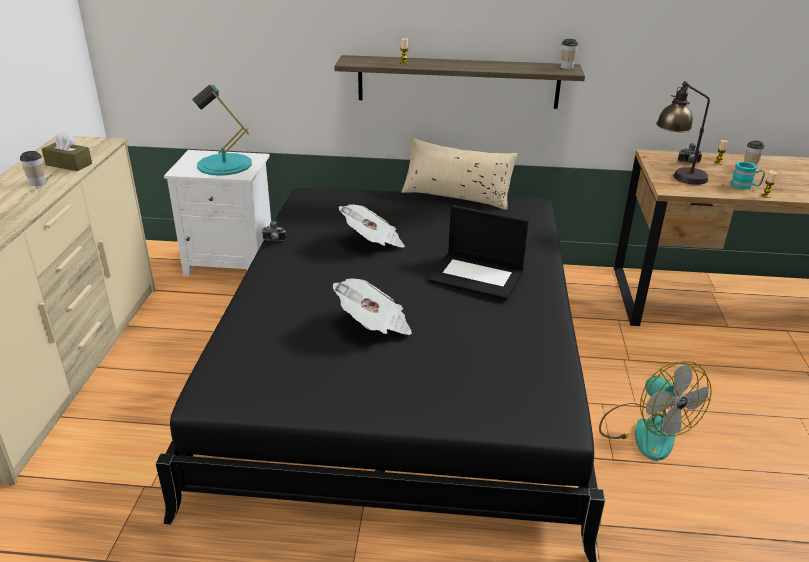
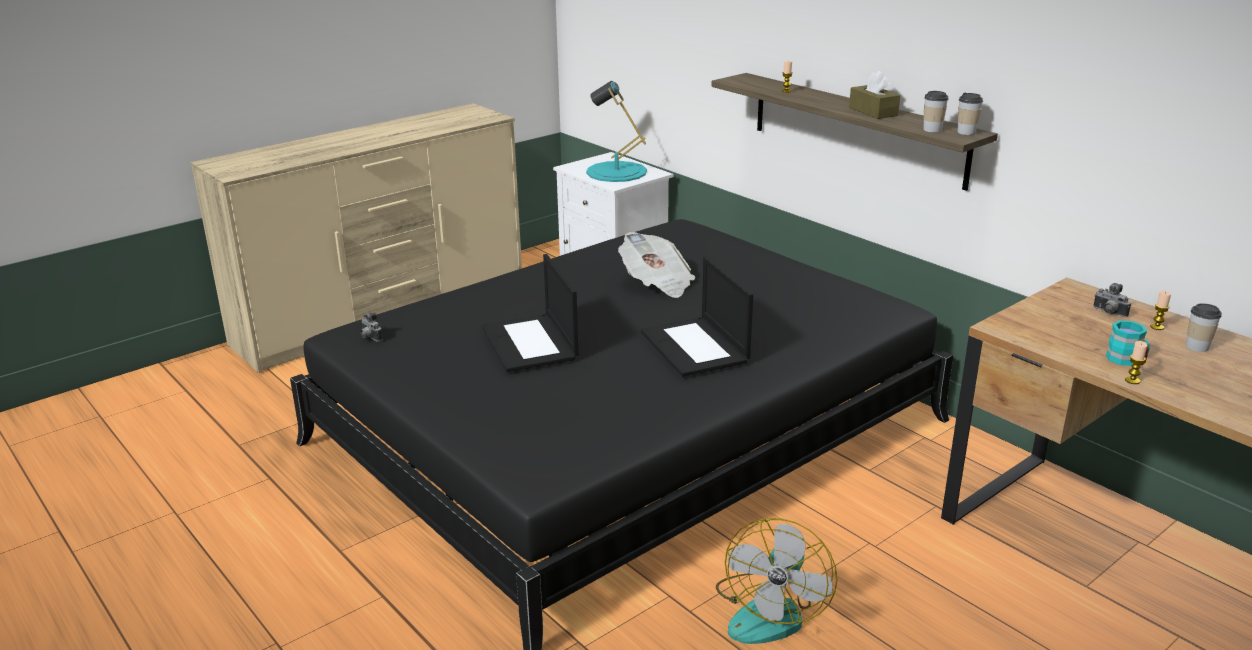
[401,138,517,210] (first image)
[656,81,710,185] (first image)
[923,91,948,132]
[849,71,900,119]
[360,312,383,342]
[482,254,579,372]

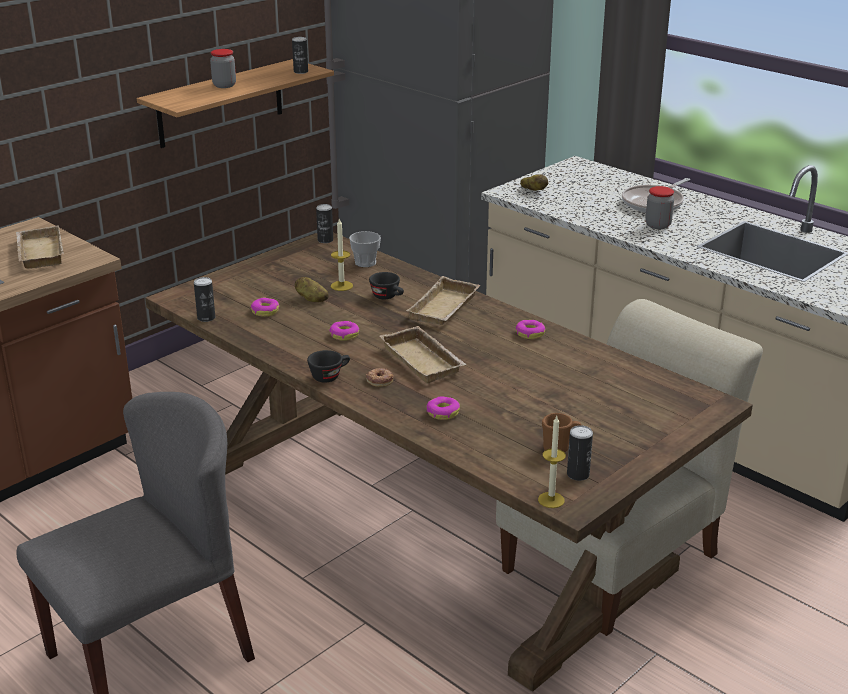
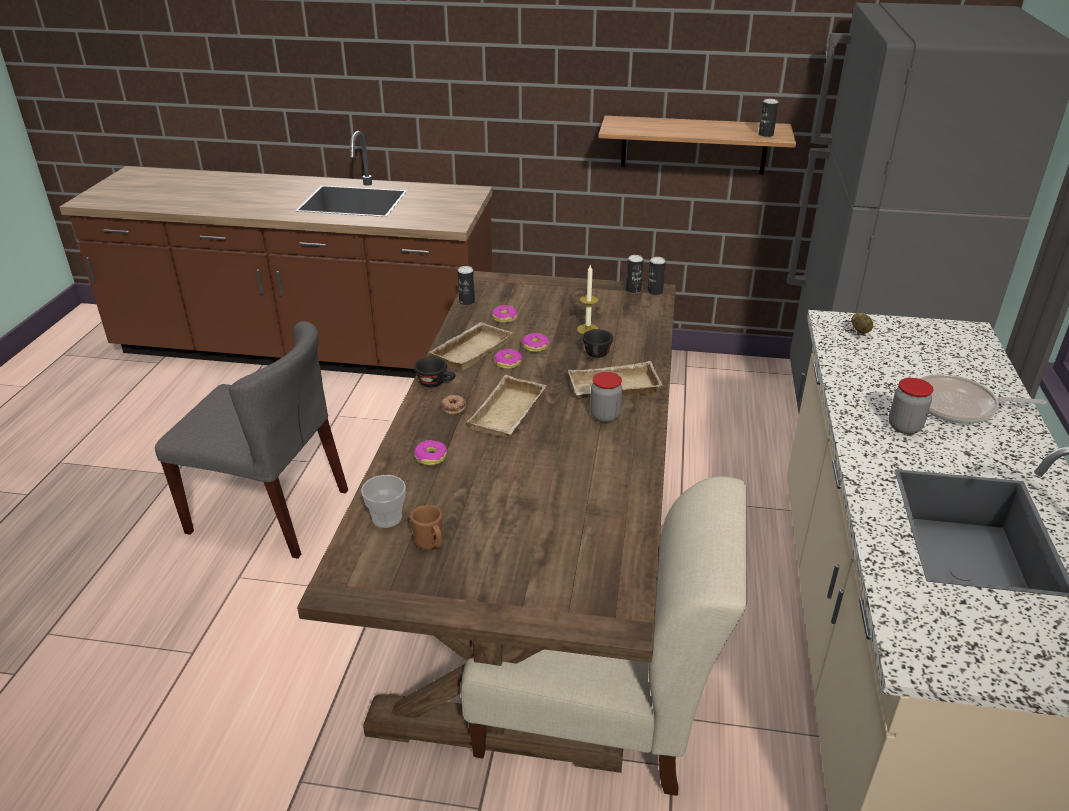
[295,277,329,302] (first image)
[538,416,566,508] (first image)
[430,322,513,371]
[590,372,622,422]
[361,475,406,528]
[522,333,549,352]
[626,255,643,293]

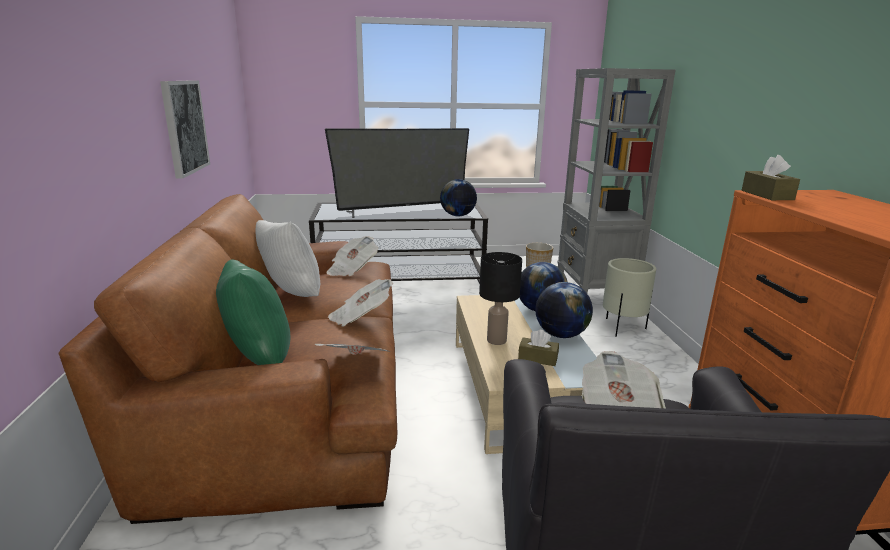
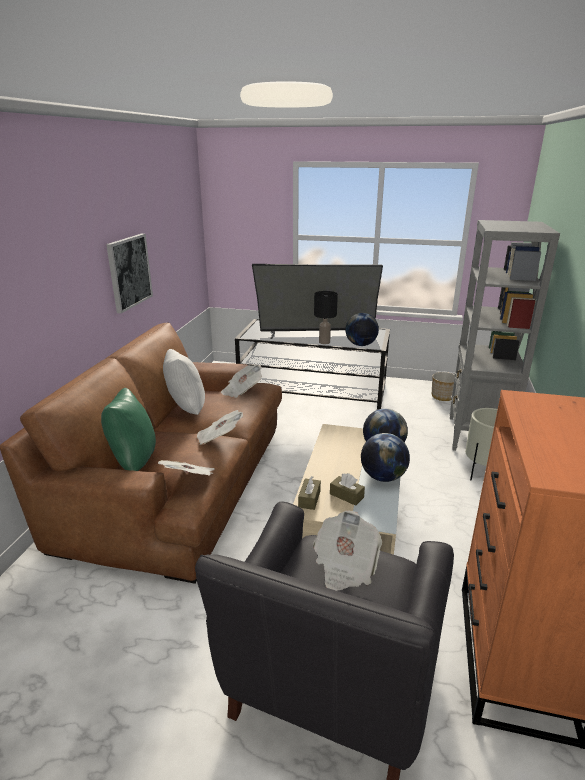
[314,291,338,344]
[298,476,321,510]

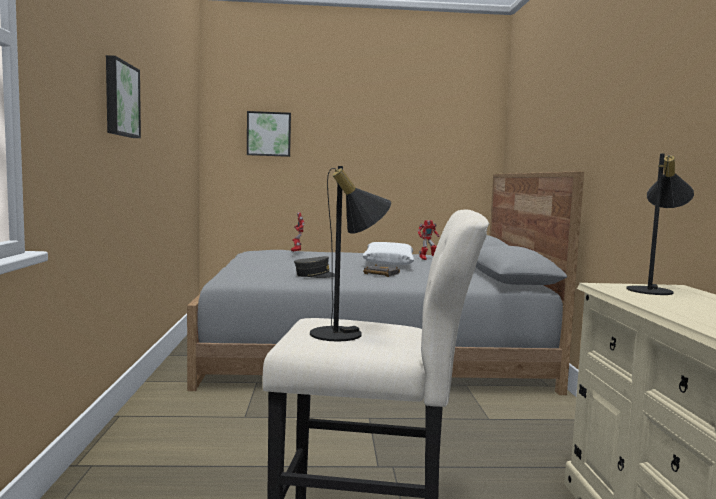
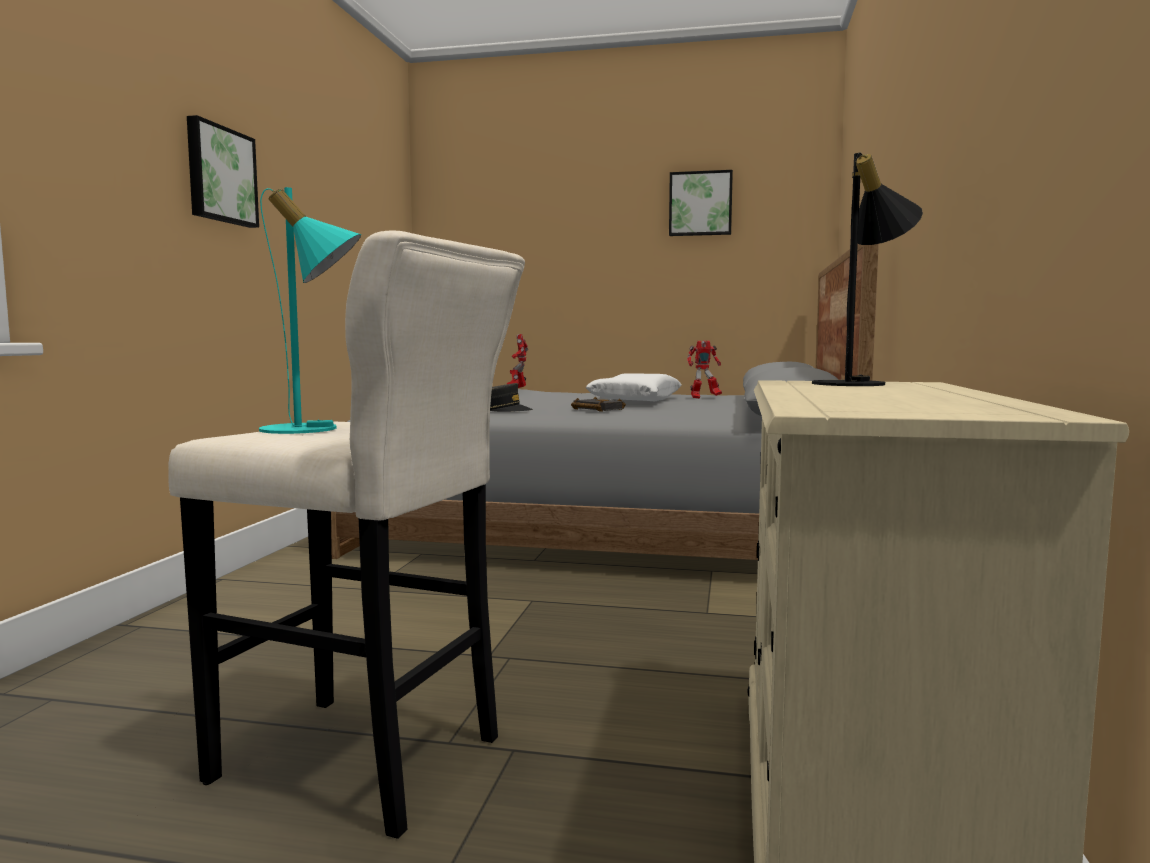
[669,170,733,236]
[259,187,361,434]

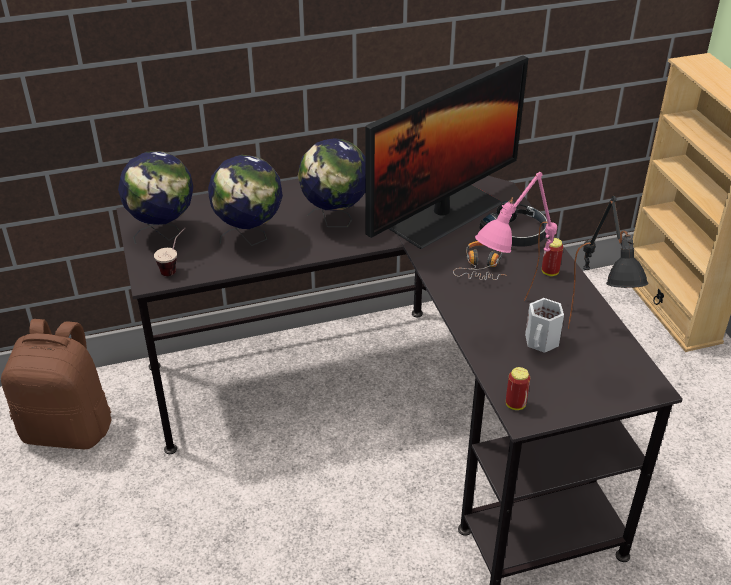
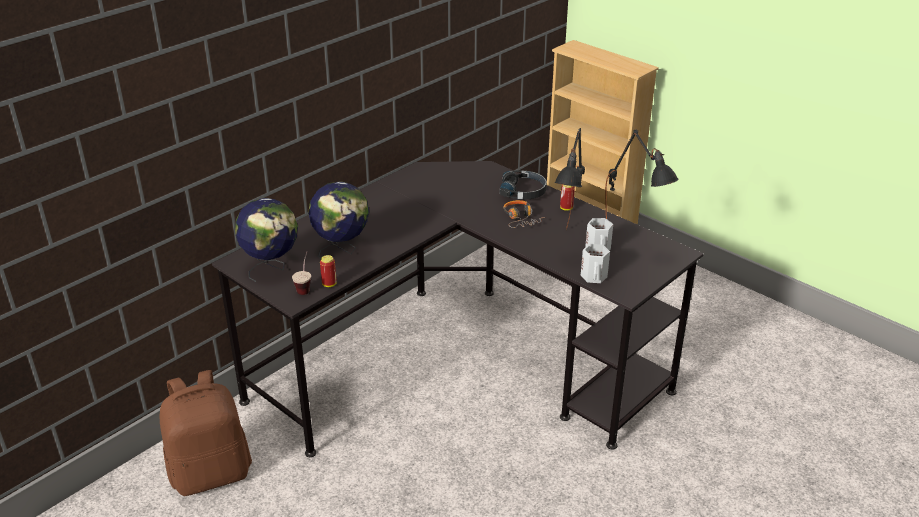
[298,138,365,227] (first image)
[365,55,528,249] (first image)
[581,244,610,283]
[320,255,337,287]
[554,128,585,230]

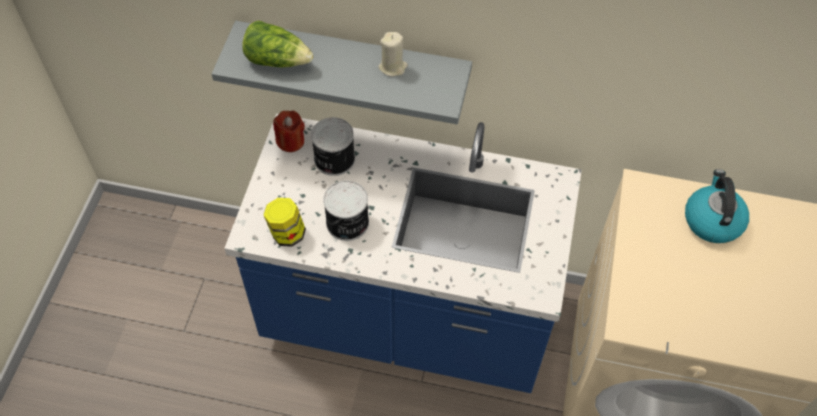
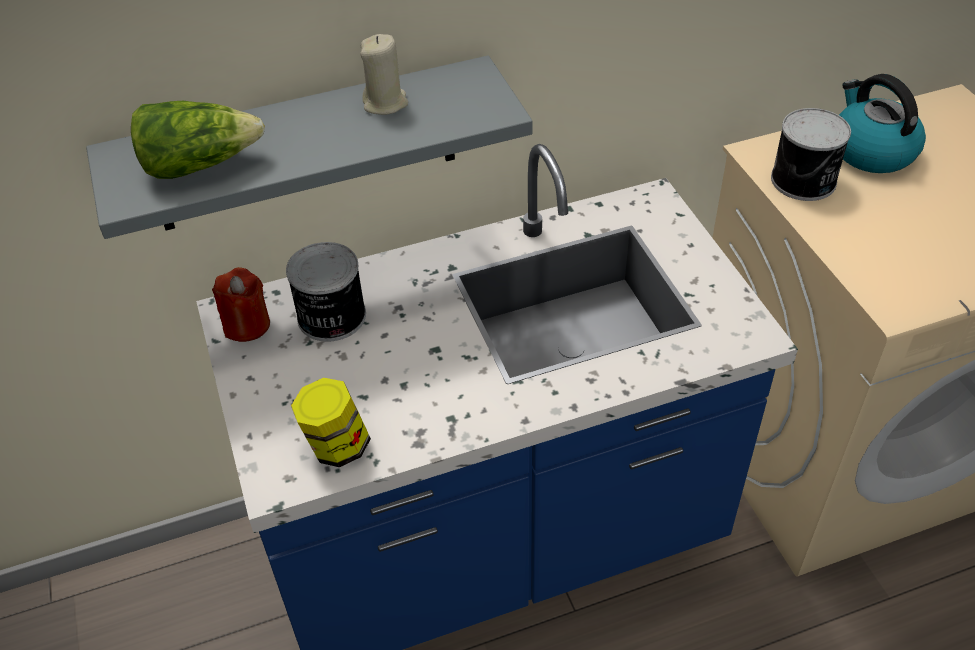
[771,108,851,201]

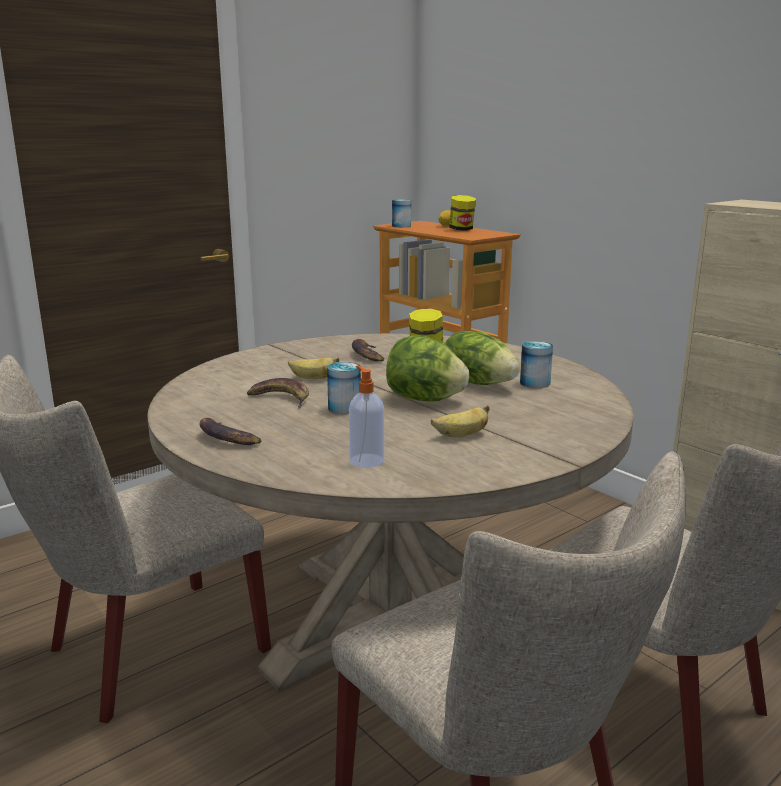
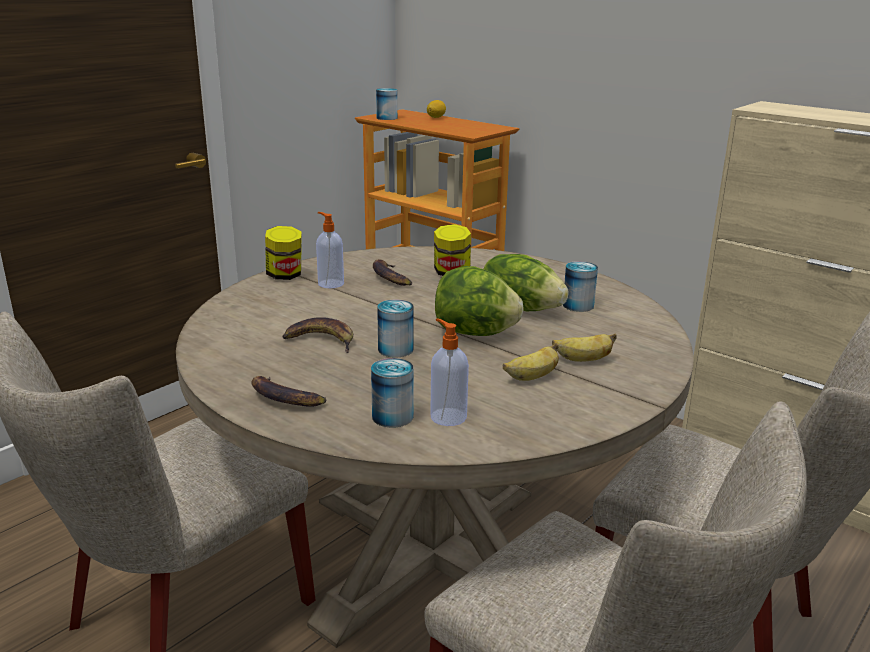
[316,212,344,288]
[371,358,414,428]
[552,333,617,362]
[265,226,302,280]

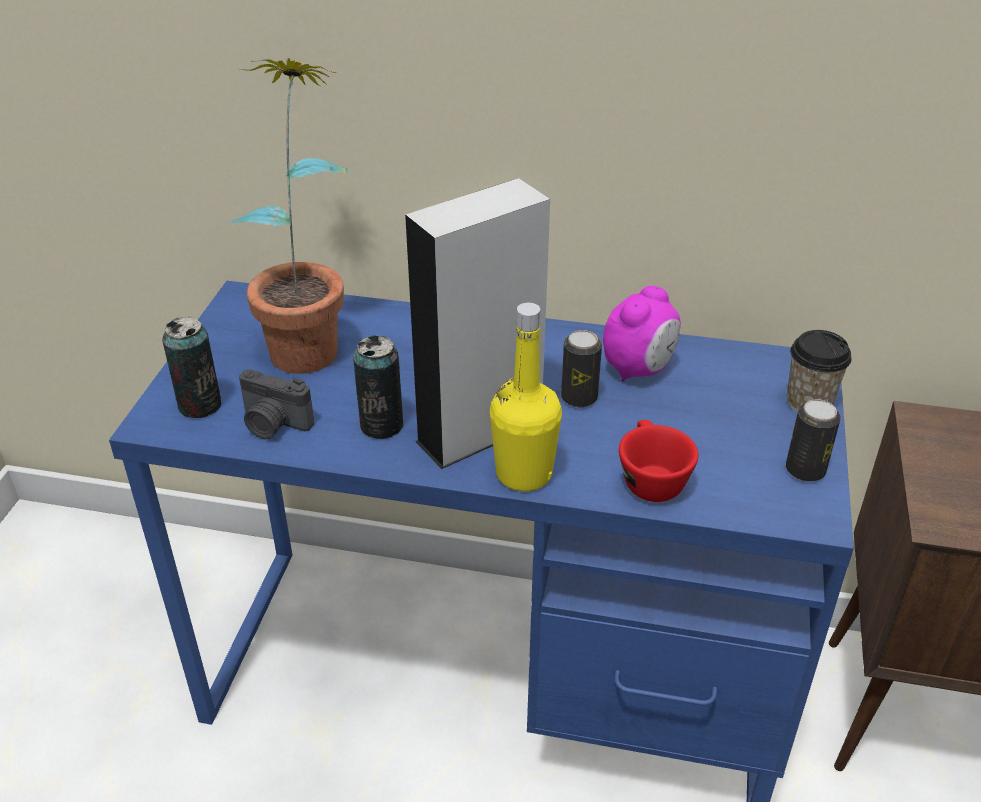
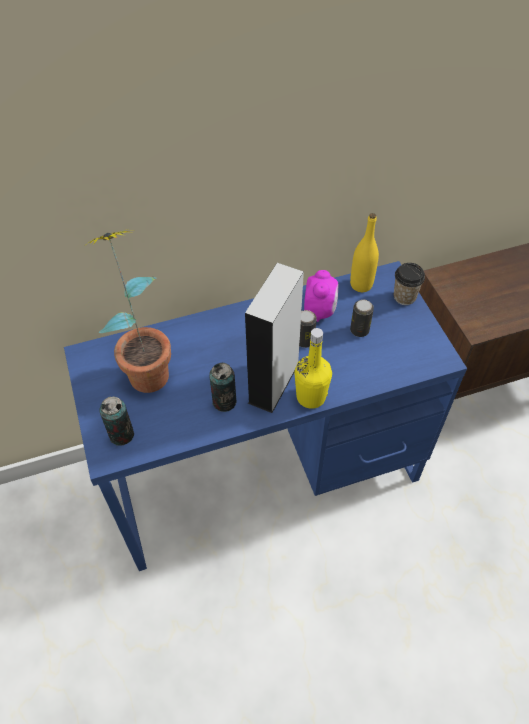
[239,369,314,439] (first image)
[619,420,698,502] (first image)
[350,213,379,292]
[350,300,374,337]

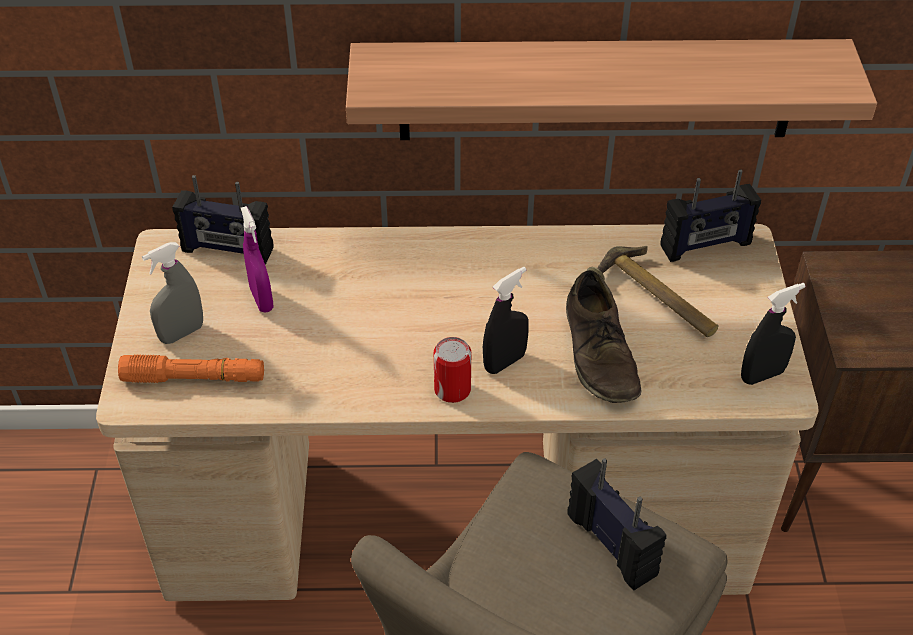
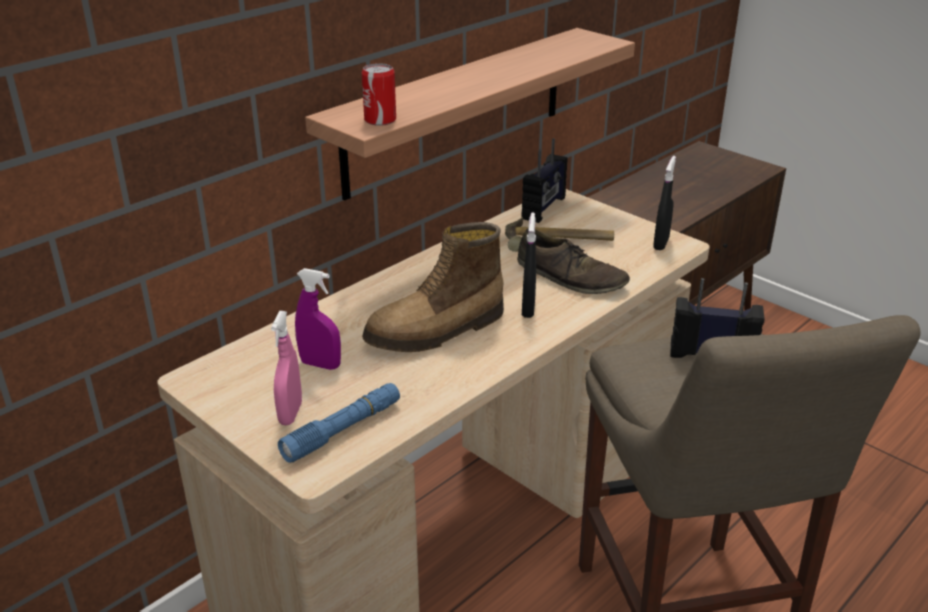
[172,175,274,264] (first image)
[362,222,504,352]
[362,63,396,126]
[278,383,400,463]
[271,311,302,425]

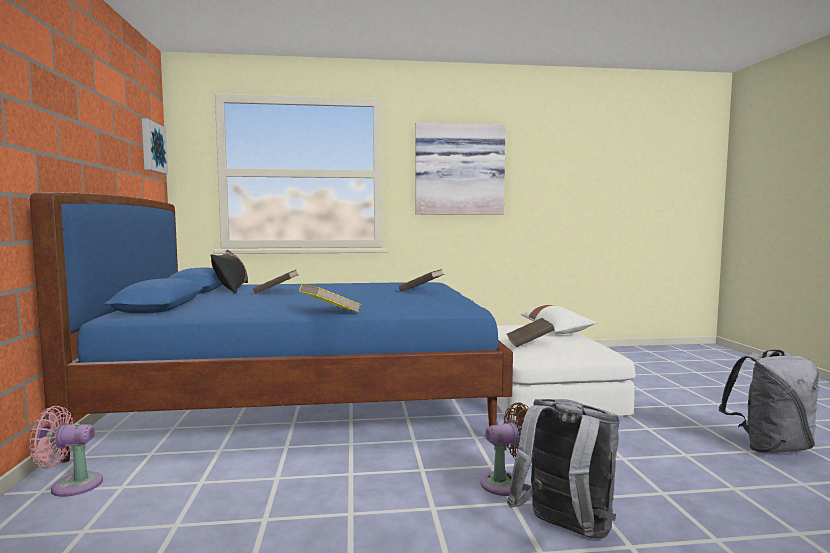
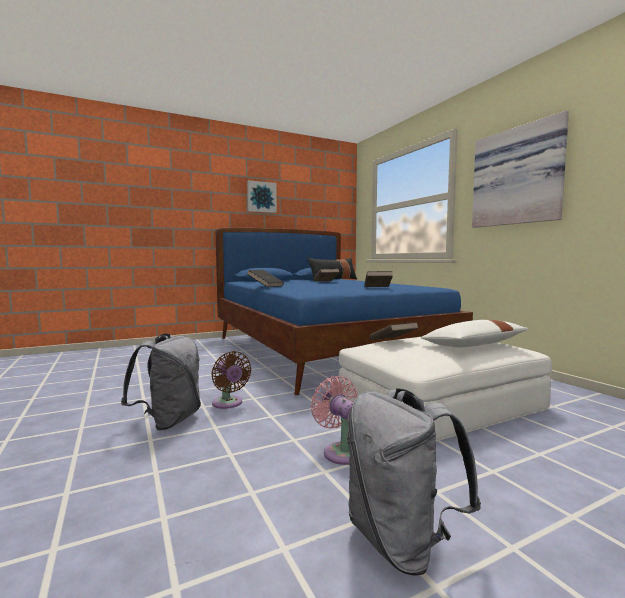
[311,376,358,465]
[247,180,277,213]
[247,270,284,287]

